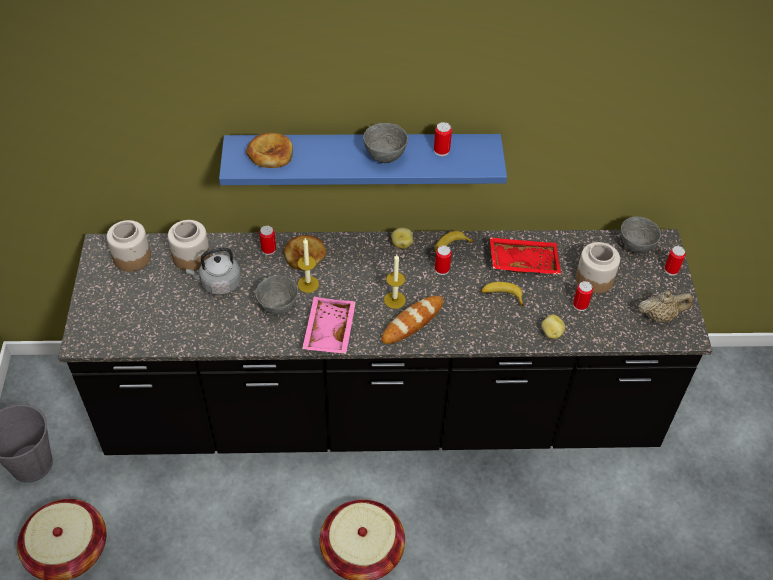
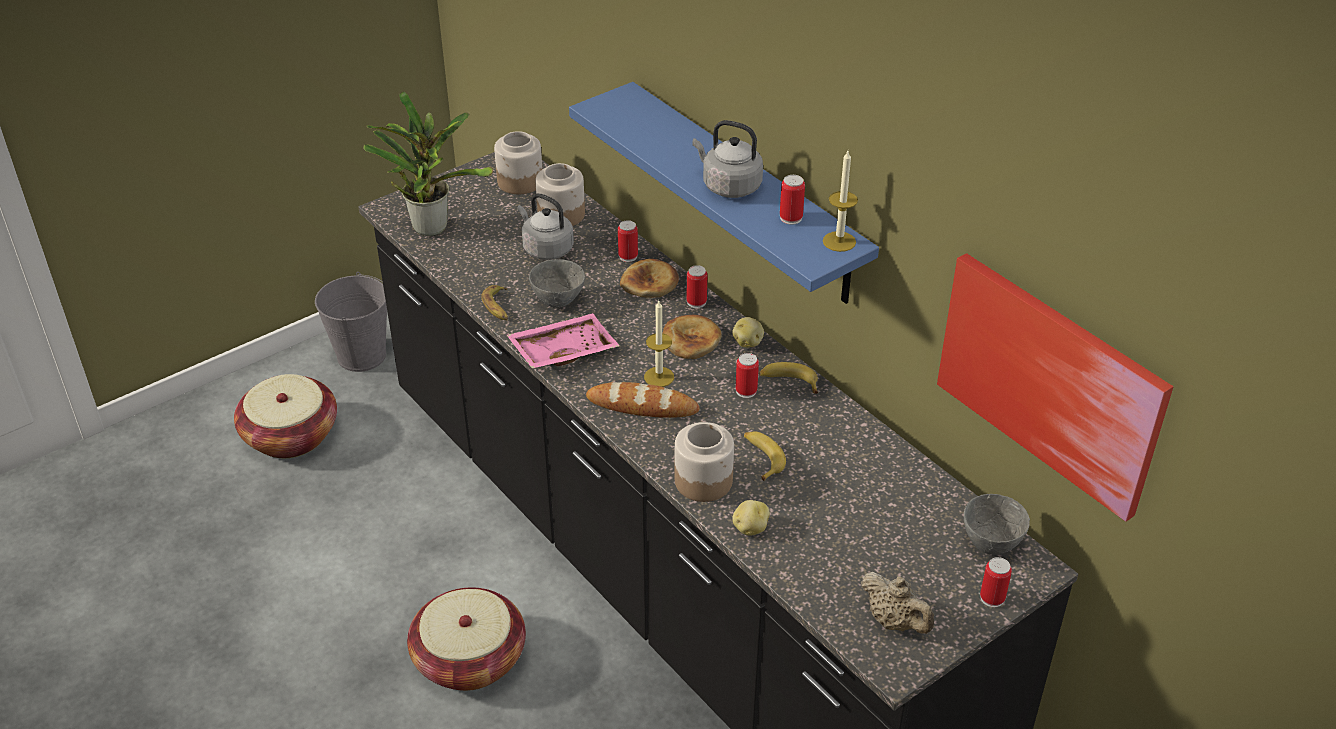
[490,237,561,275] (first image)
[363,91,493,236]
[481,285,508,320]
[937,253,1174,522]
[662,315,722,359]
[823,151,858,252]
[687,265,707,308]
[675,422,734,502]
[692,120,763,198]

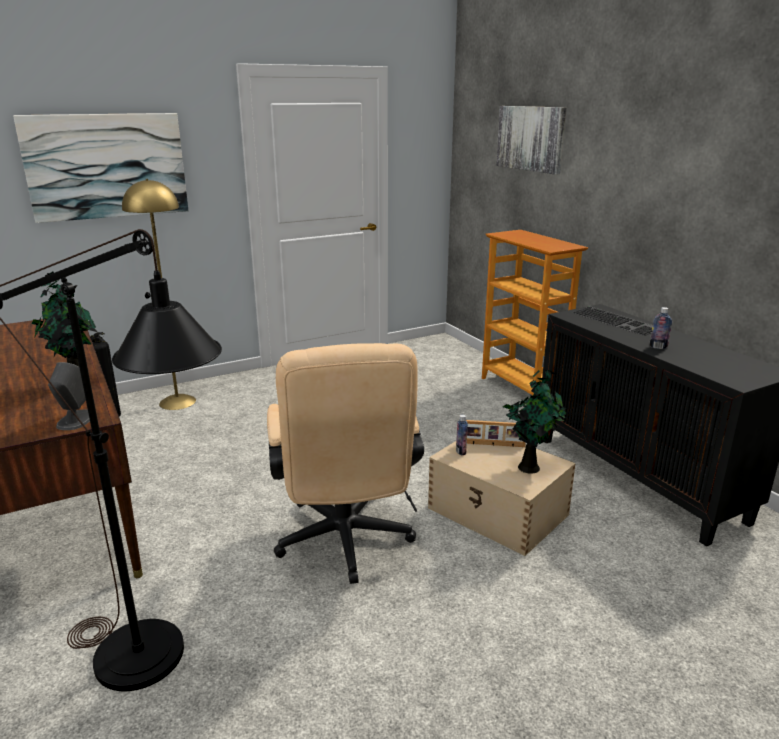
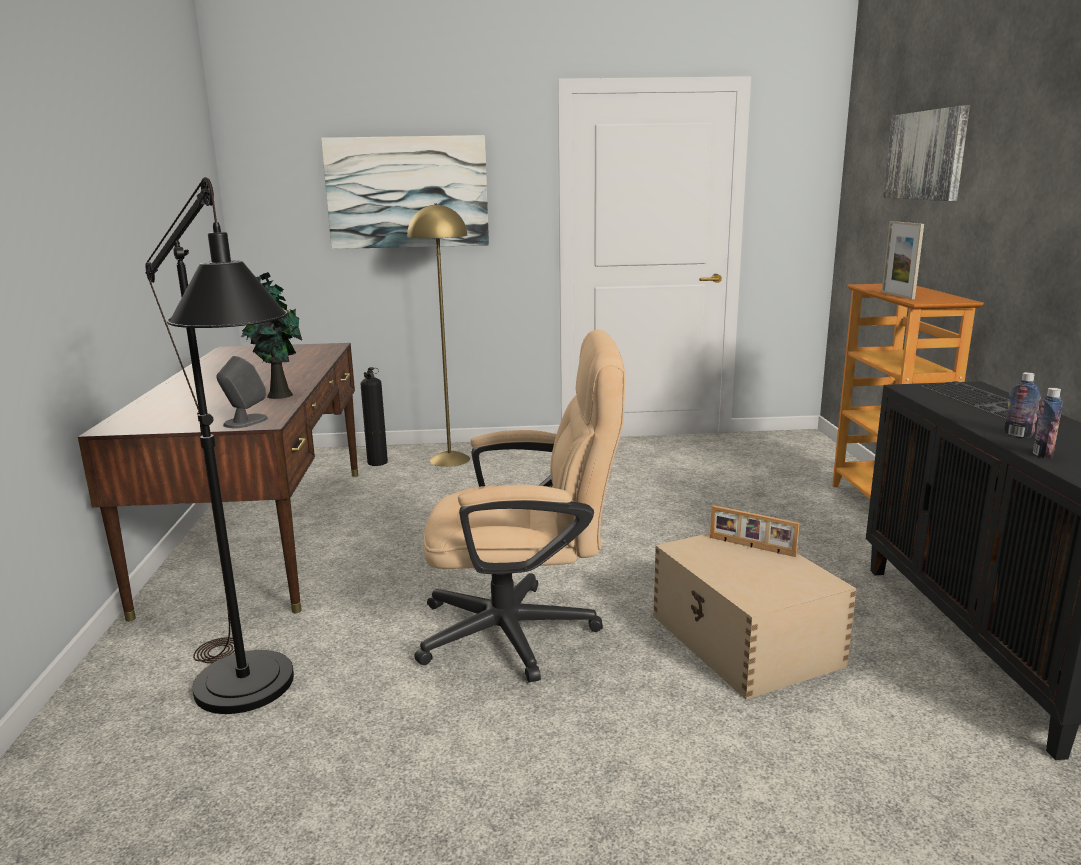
[503,369,566,474] (first image)
[882,221,924,299]
[1033,388,1063,459]
[414,330,625,682]

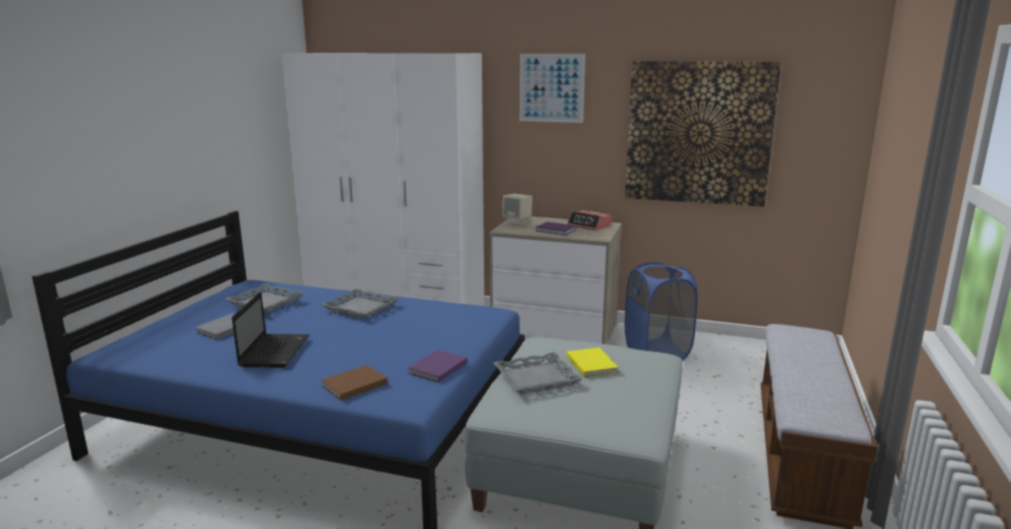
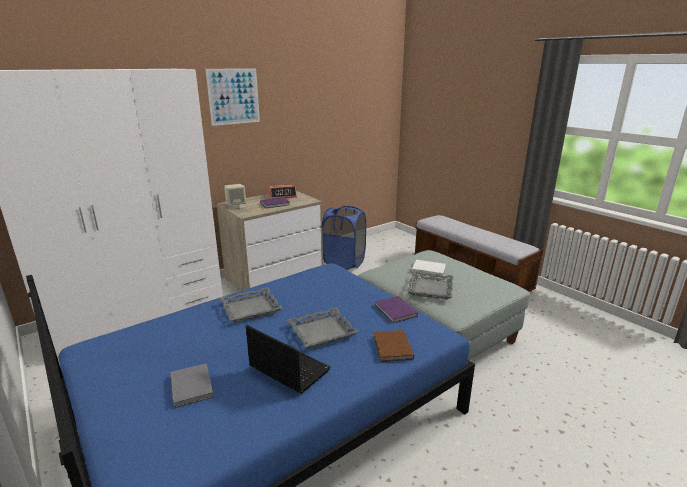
[625,61,781,207] (first image)
[287,307,358,348]
[412,260,446,276]

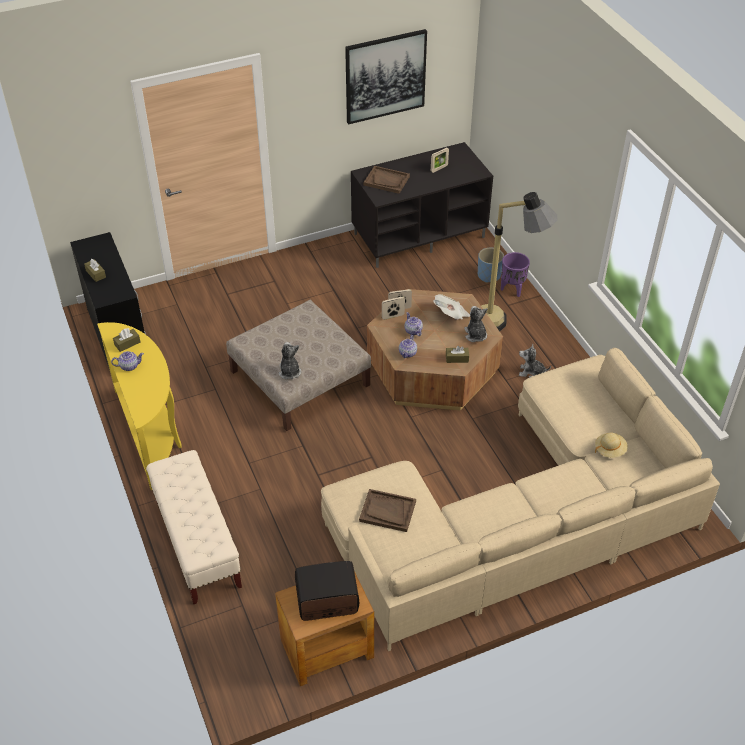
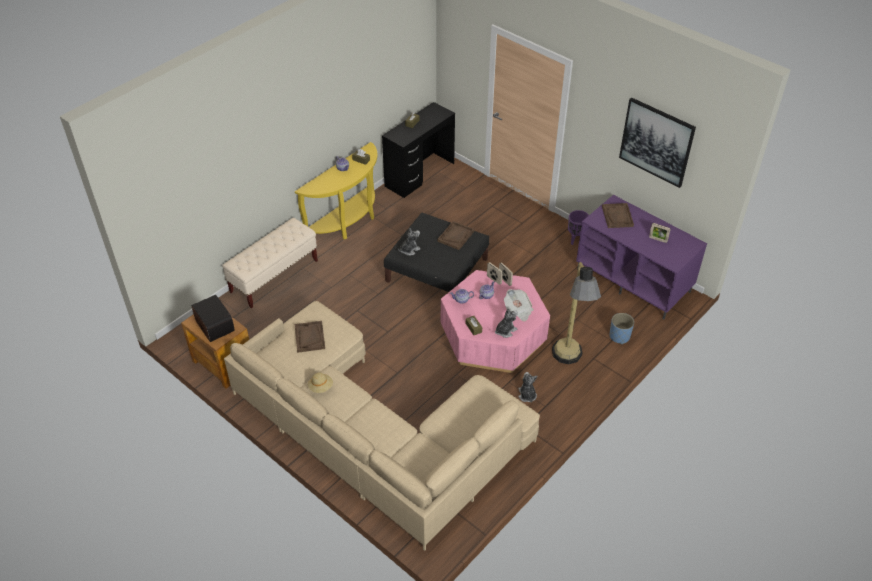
[437,221,474,250]
[568,210,589,245]
[308,372,333,393]
[384,213,489,292]
[576,195,707,320]
[441,270,550,373]

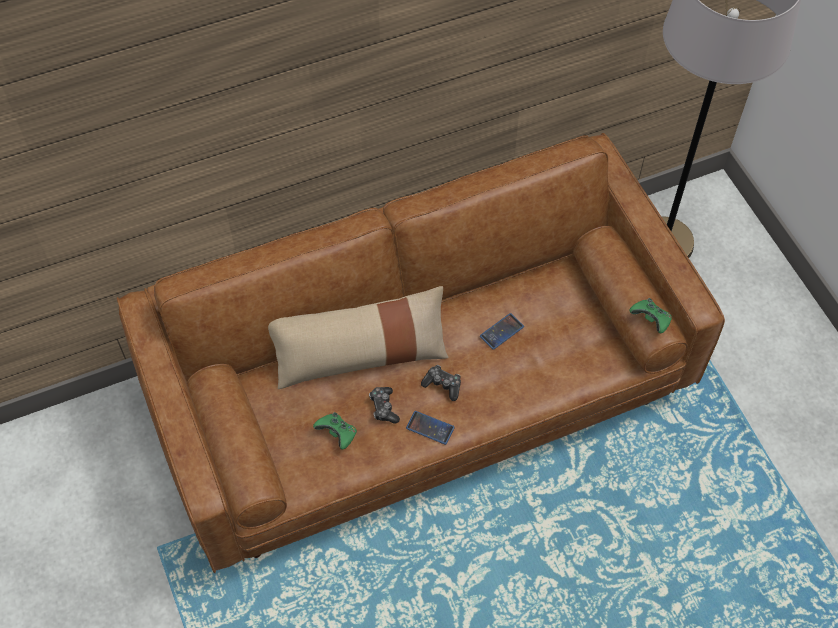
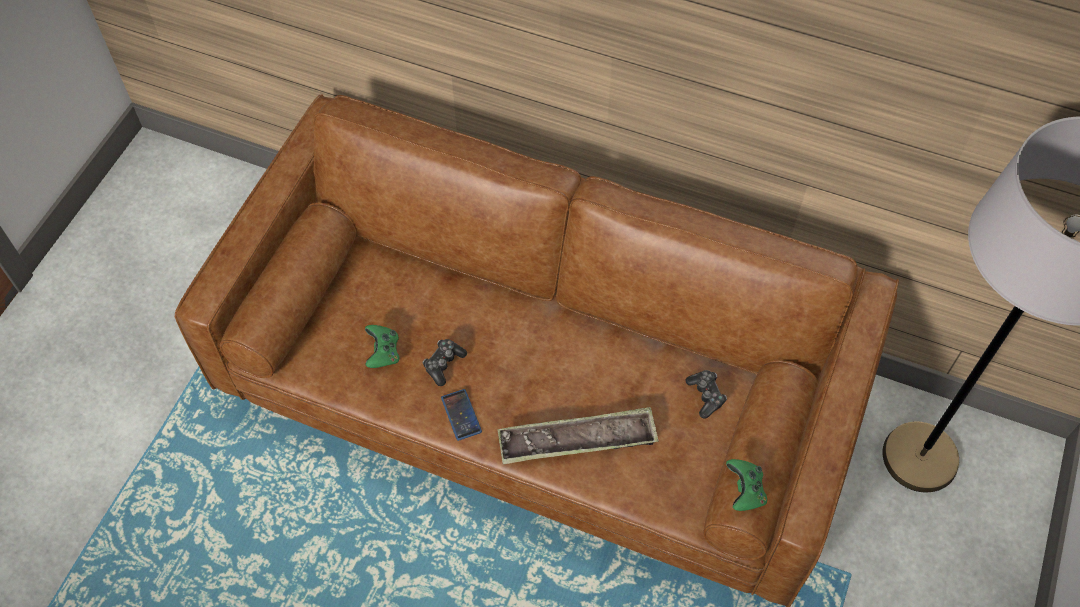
[268,286,449,389] (first image)
[480,313,524,350] (first image)
[497,407,659,464]
[685,370,727,419]

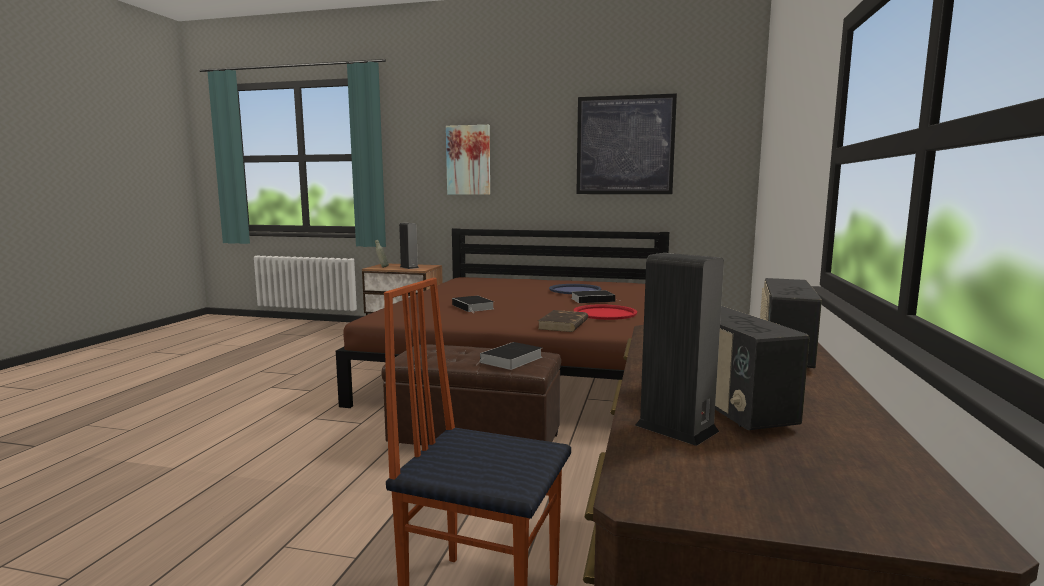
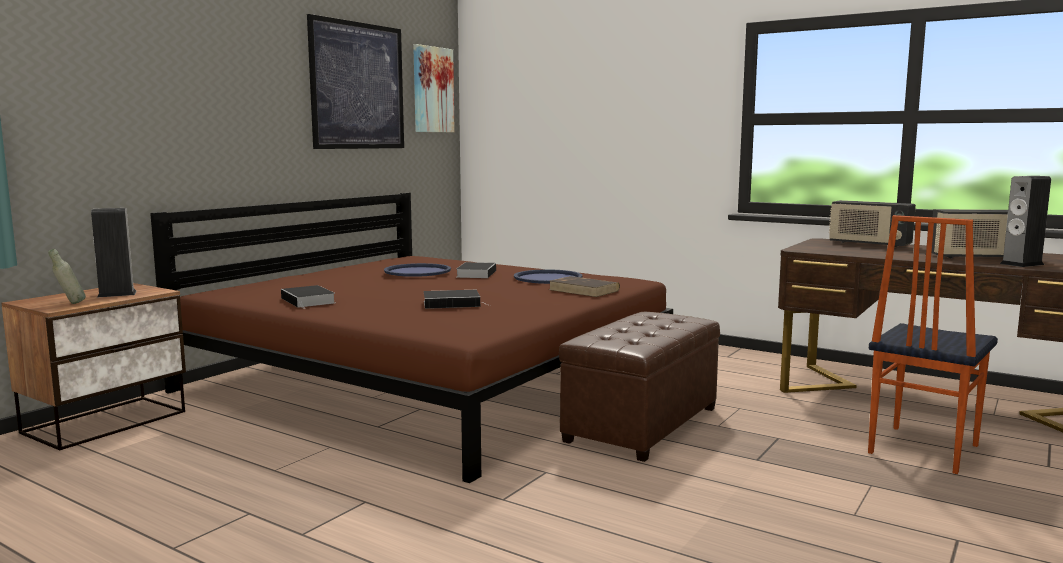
[413,44,455,132]
[281,285,335,309]
[514,269,582,284]

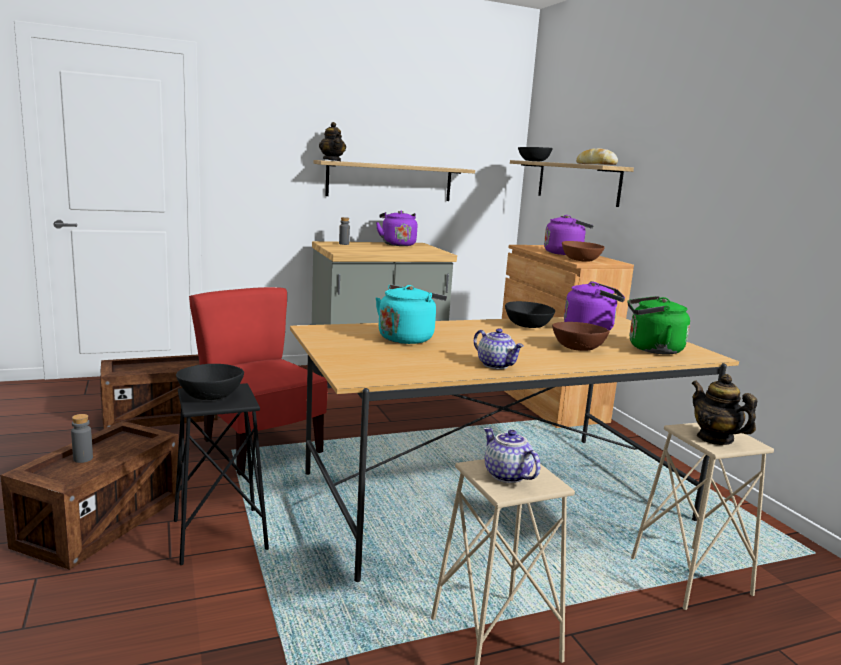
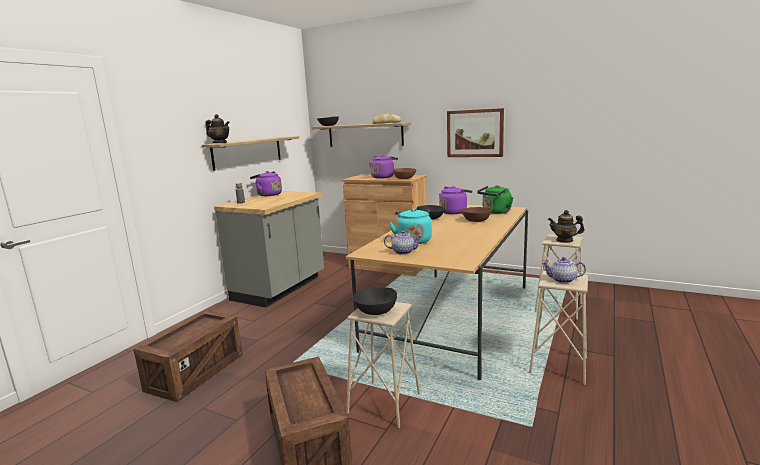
[71,414,93,463] (first image)
[189,287,327,475] (first image)
[447,108,504,157]
[384,230,422,255]
[346,302,420,428]

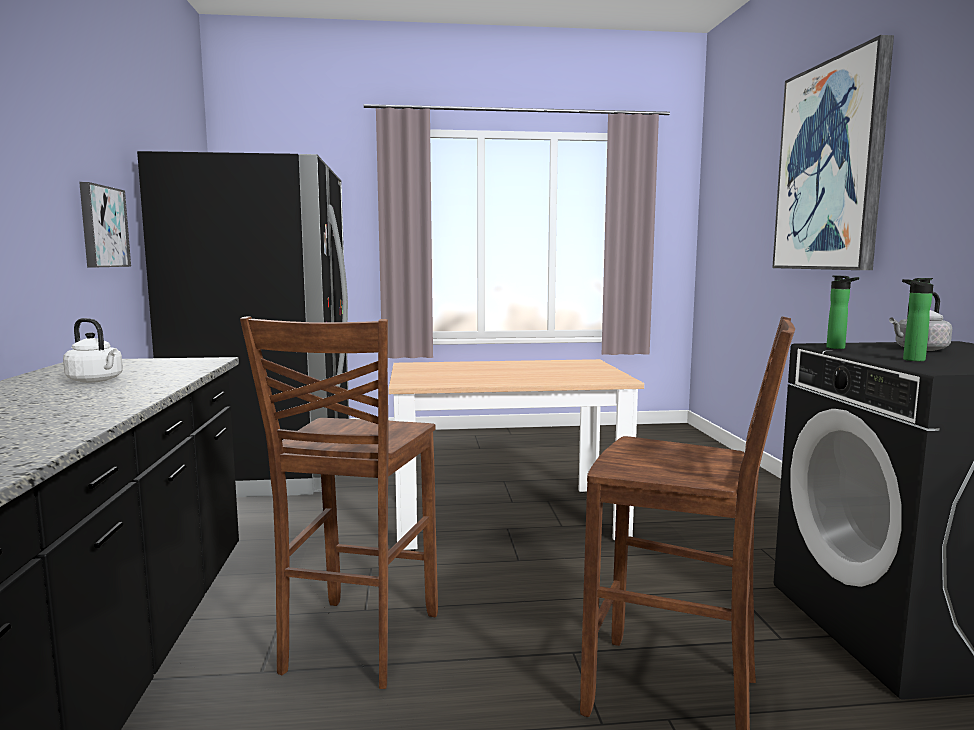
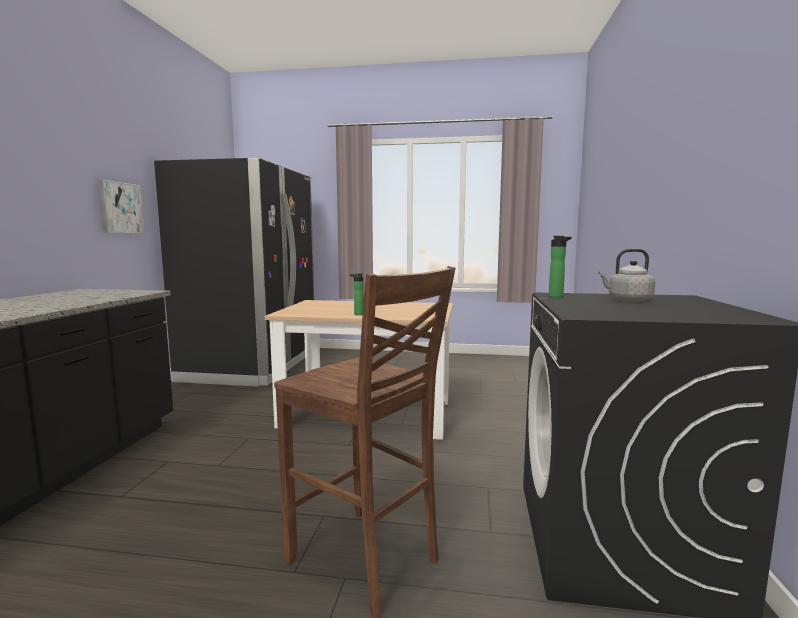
[63,318,123,383] (first image)
[240,316,438,689] (first image)
[772,35,894,270] (first image)
[350,273,364,315]

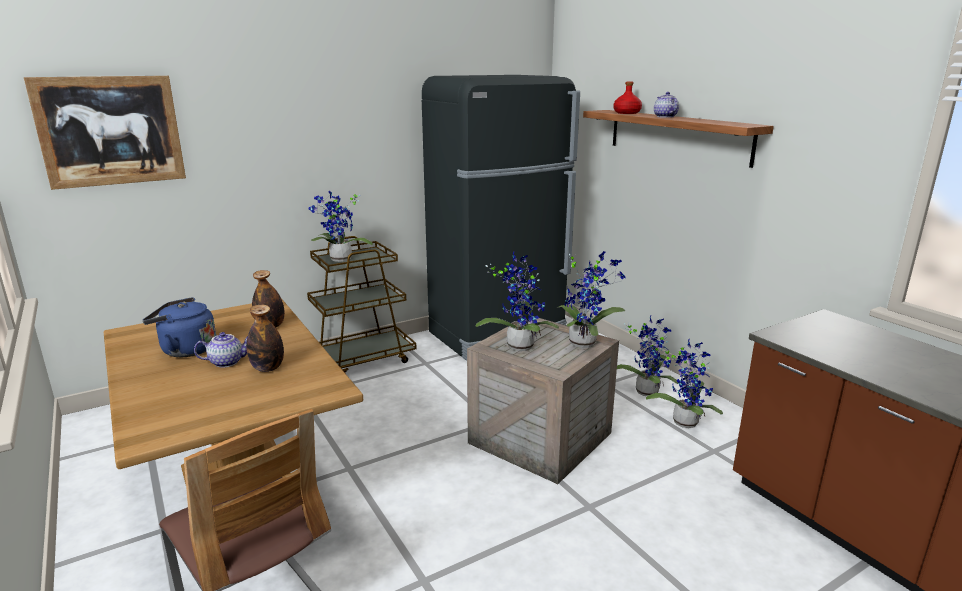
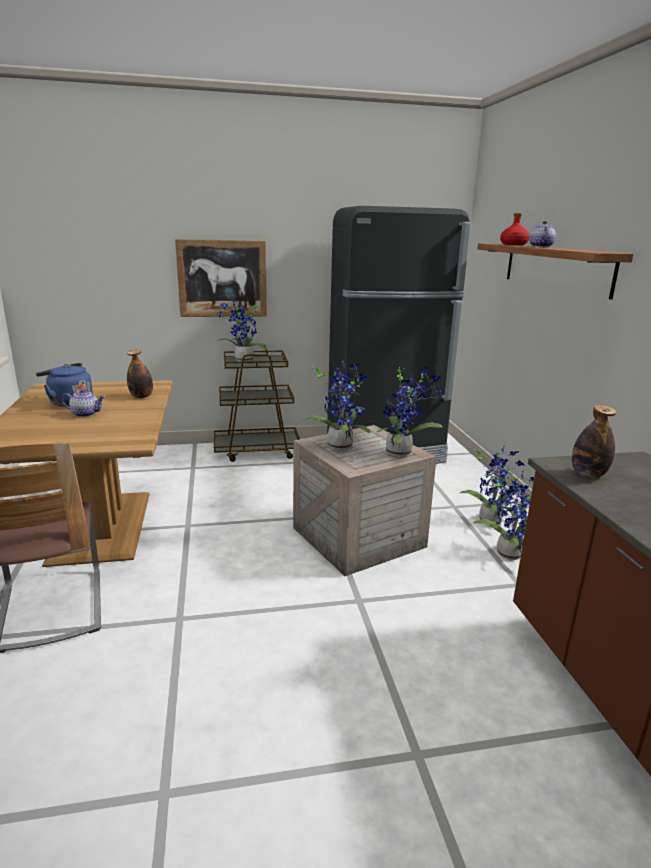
[175,239,267,317]
[572,405,617,478]

